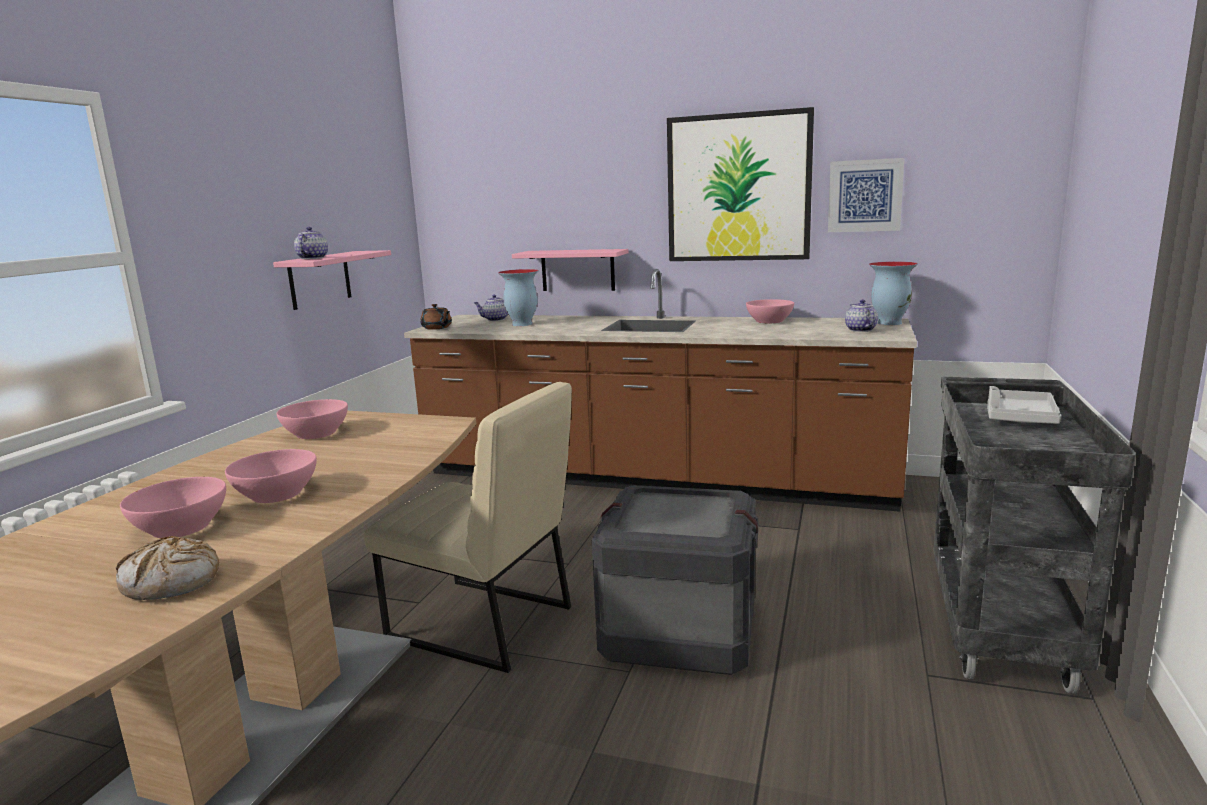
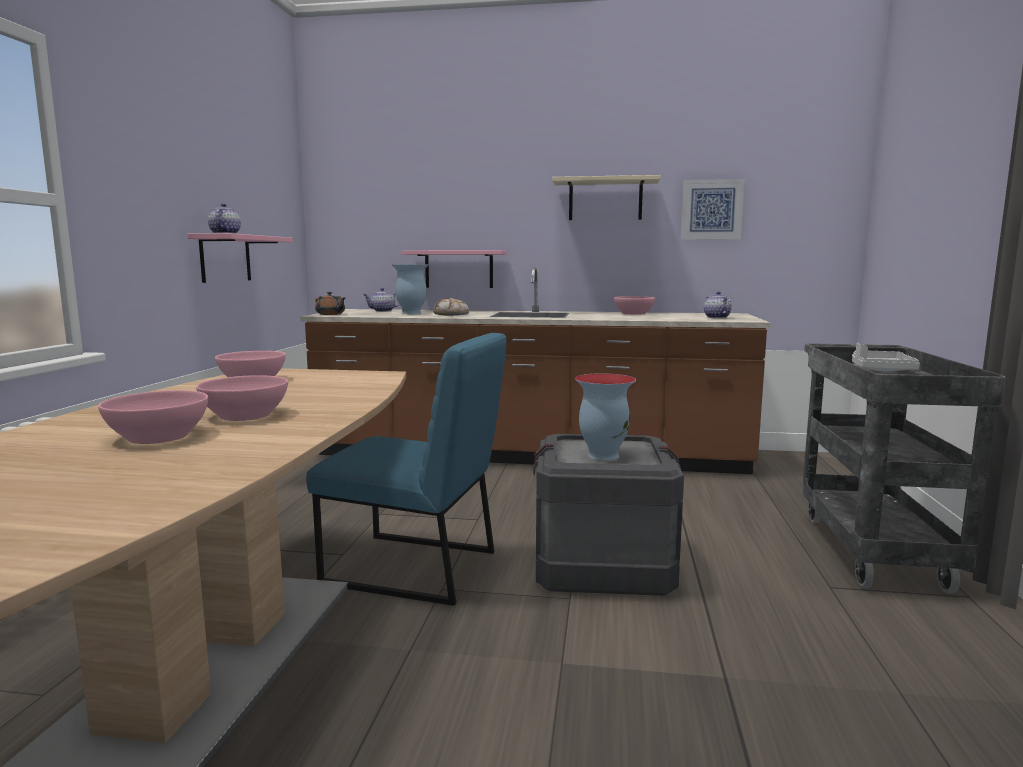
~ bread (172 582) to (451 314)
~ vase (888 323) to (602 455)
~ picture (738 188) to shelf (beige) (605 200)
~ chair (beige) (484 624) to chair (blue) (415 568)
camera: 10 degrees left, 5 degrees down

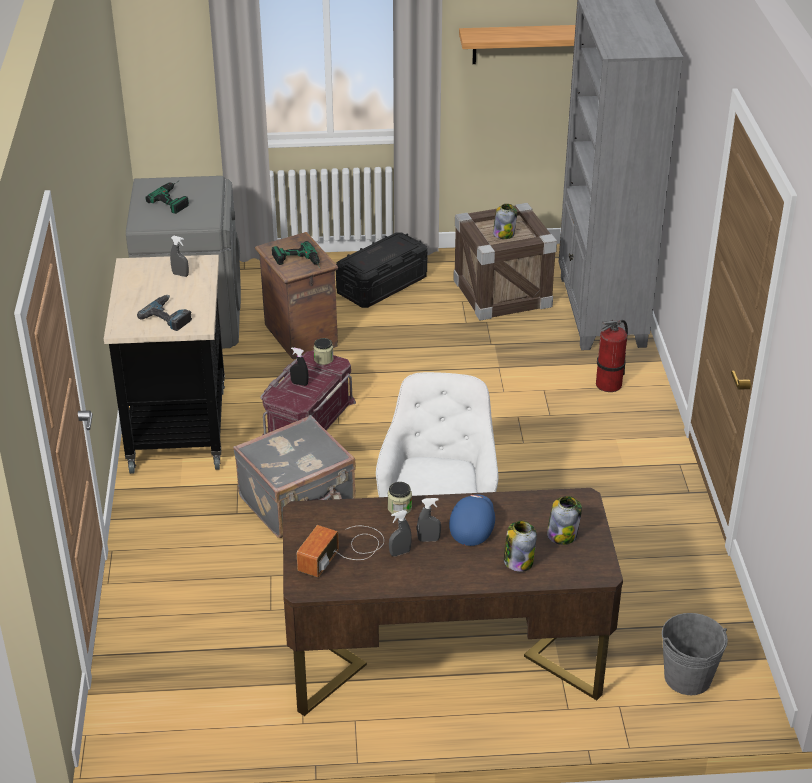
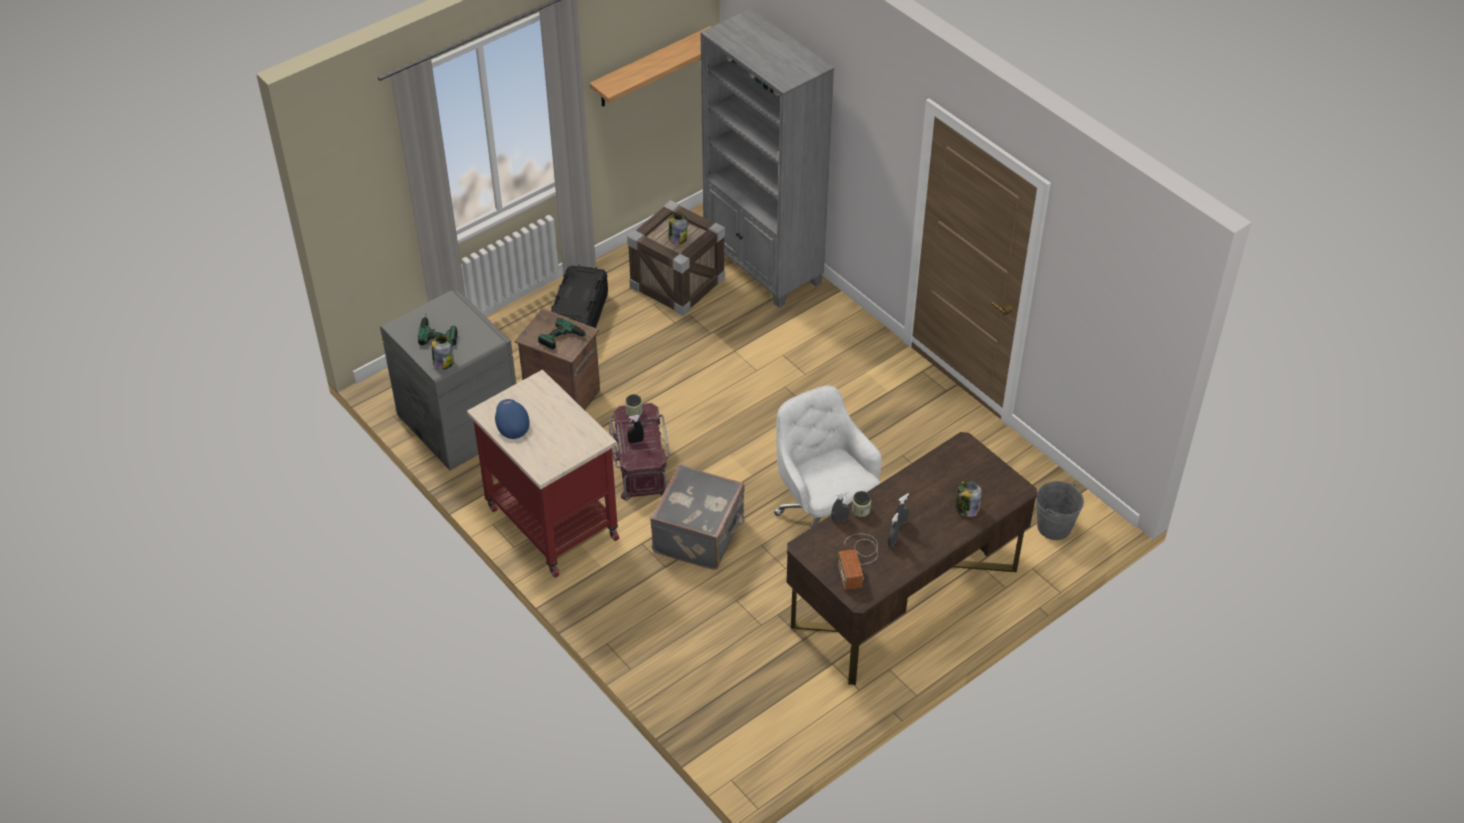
- power drill (168 316)
- fire extinguisher (609 384)
~ spray bottle (grey) (180 274) to (840 519)
~ cap (blue) (472 527) to (511 424)
~ jar (562 534) to (443 362)
~ cart (black) (177 429) to cart (red) (551 523)
camera: 35 degrees left, 10 degrees up

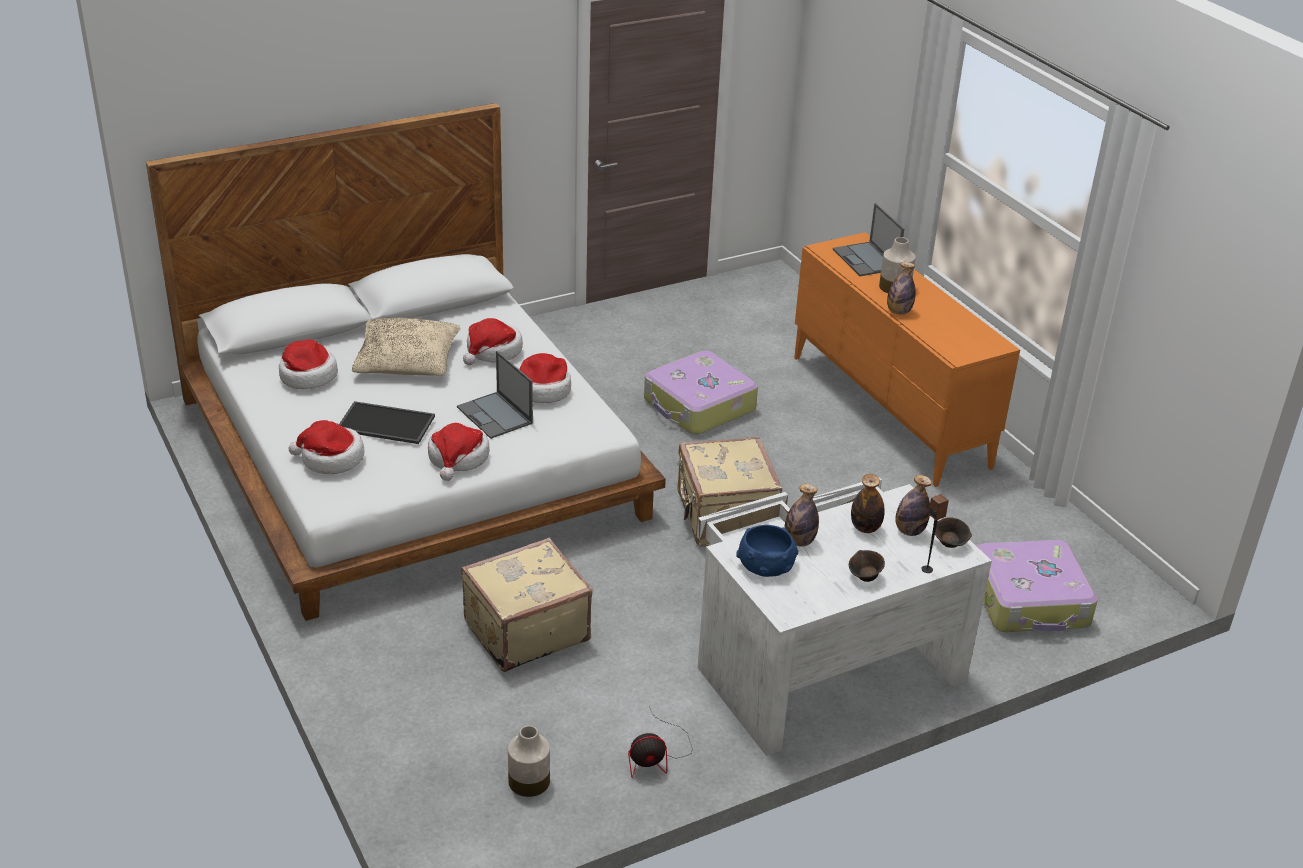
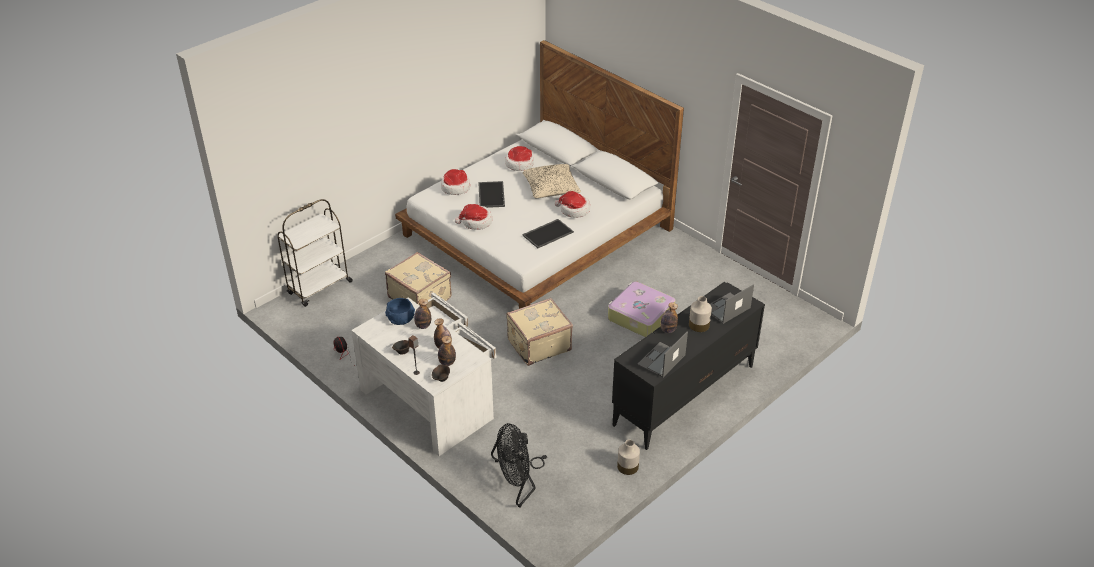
+ cart (white) (319 288)
~ laptop (495 416) to (661 360)
~ vase (beige) (529 780) to (628 466)
~ hat (543 390) to tray (548 233)
~ suitcase (1030 601) to fan (black) (519 477)
~ dresser (orange) (890 411) to dresser (black) (684 396)
camera: 75 degrees right, 5 degrees up

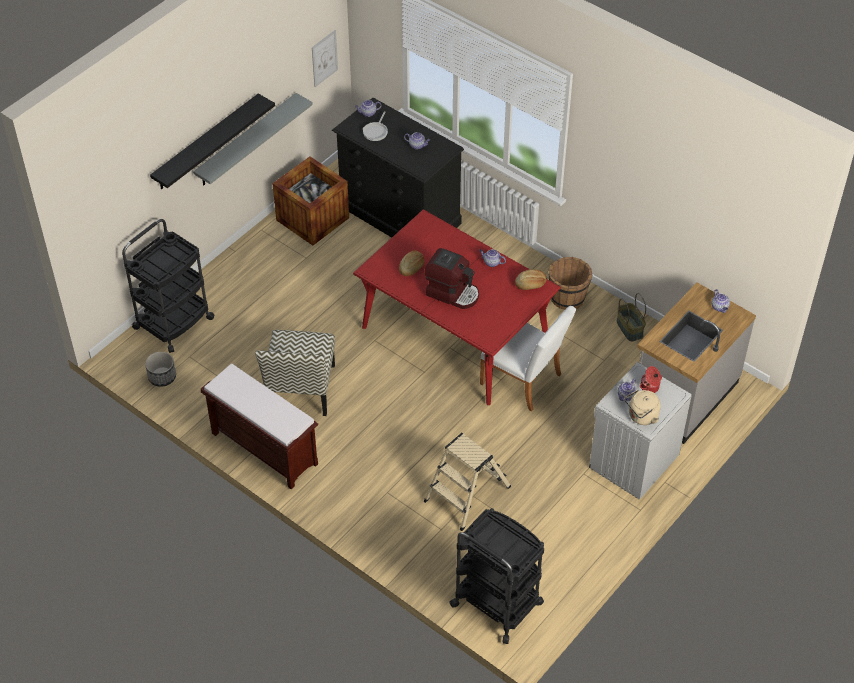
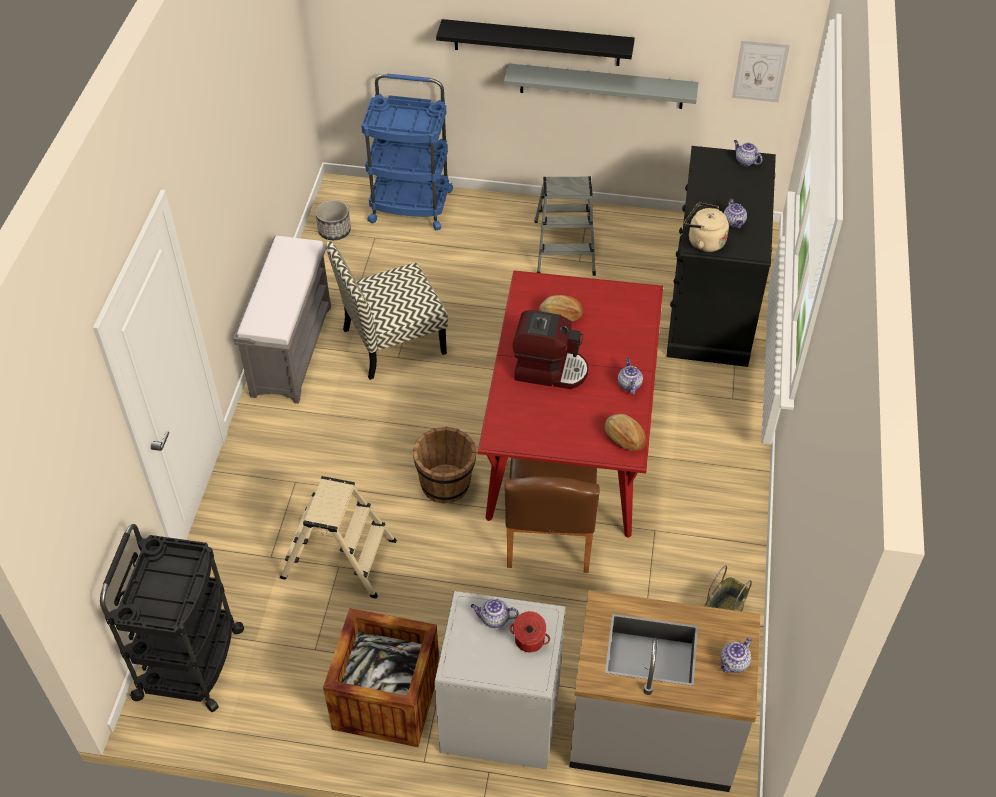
- frying pan (376 131)
+ step ladder (grey) (564 247)
~ crate (312 219) to (386 698)
~ bucket (brown) (567 297) to (446 484)
~ kettle (beige) (641 417) to (703 241)
~ cart (black) (174 323) to cart (blue) (410 206)
~ bench (brown) (263 448) to bench (grey) (291 349)
~ chair (white) (525 382) to chair (brown) (549 540)
~ coffee machine (453 293) = (550 369) 75 degrees counterclockwise
camera: 60 degrees right, 0 degrees up

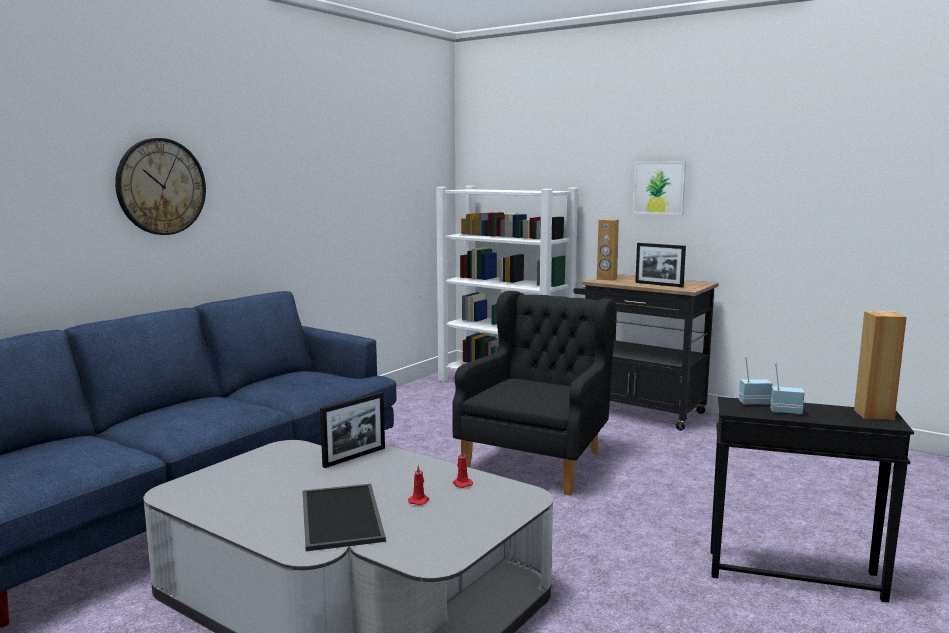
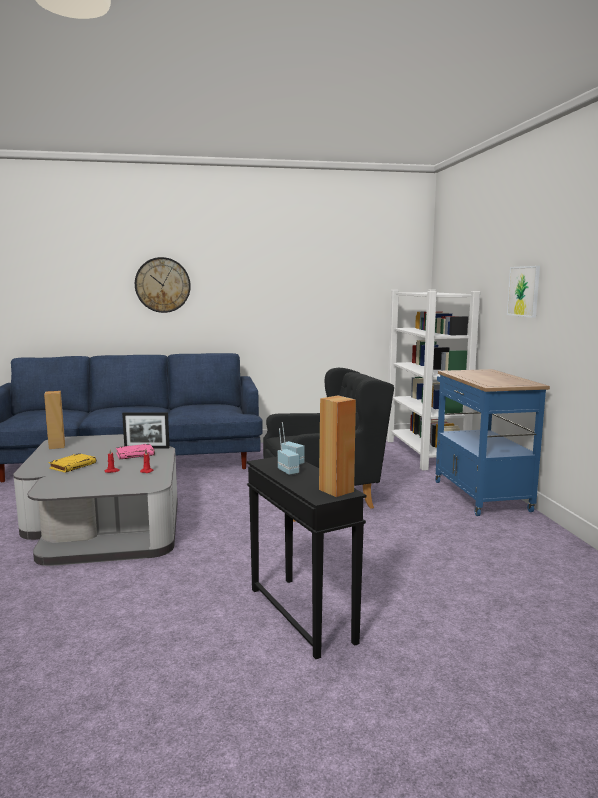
- picture frame (659 284)
+ book (pink) (135 454)
~ speaker (brown) (606 279) to (56 446)
~ tray (339 516) to book (yellow) (73 465)
~ cart (black) (638 411) to cart (blue) (479 495)
camera: 45 degrees right, 0 degrees up

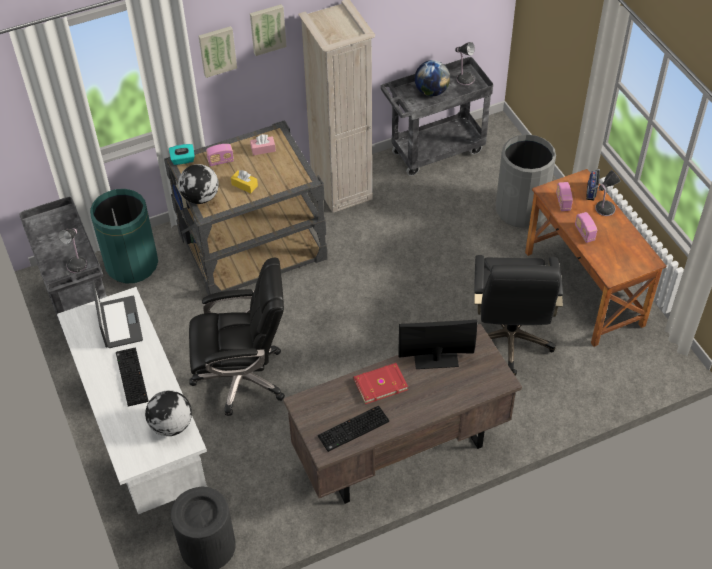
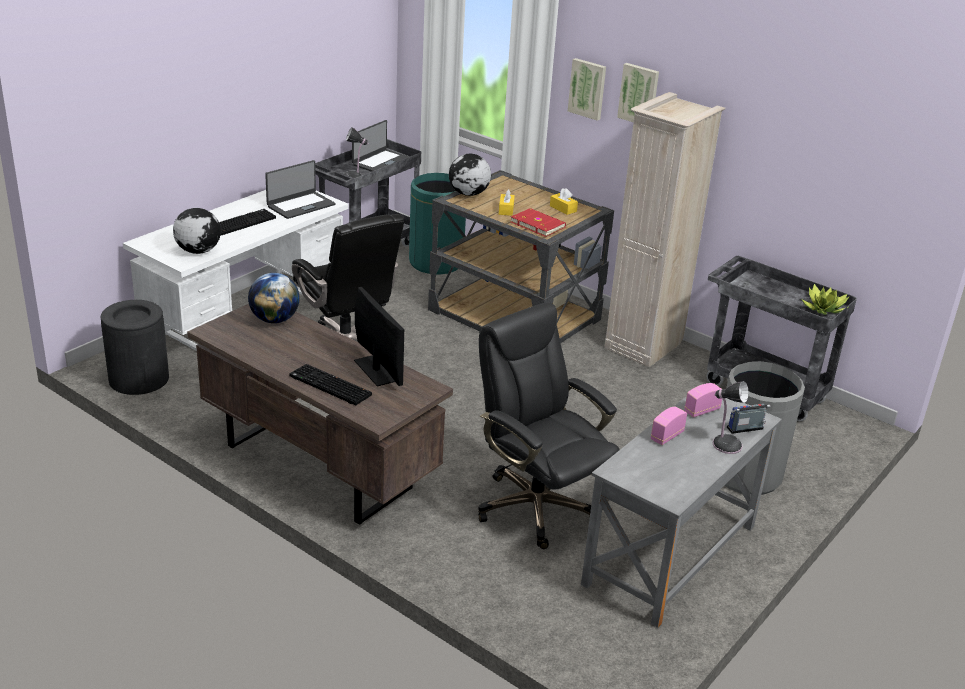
- tissue box (turquoise) (183 160)
- radio (221 161)
+ laptop (380 161)
~ keyboard (353 430) to (328 386)
~ book (red) (380 384) to (538 224)
~ globe (431 91) to (274 319)
~ table lamp (464 78) to potted plant (824 309)
~ tissue box (pink) (263 149) to tissue box (yellow) (563 208)
~ desk (brown) (584 288) to desk (grey) (671 555)
~ office chair (black) (509 337) = (537 509) 75 degrees clockwise
camera: 60 degrees right, 20 degrees down

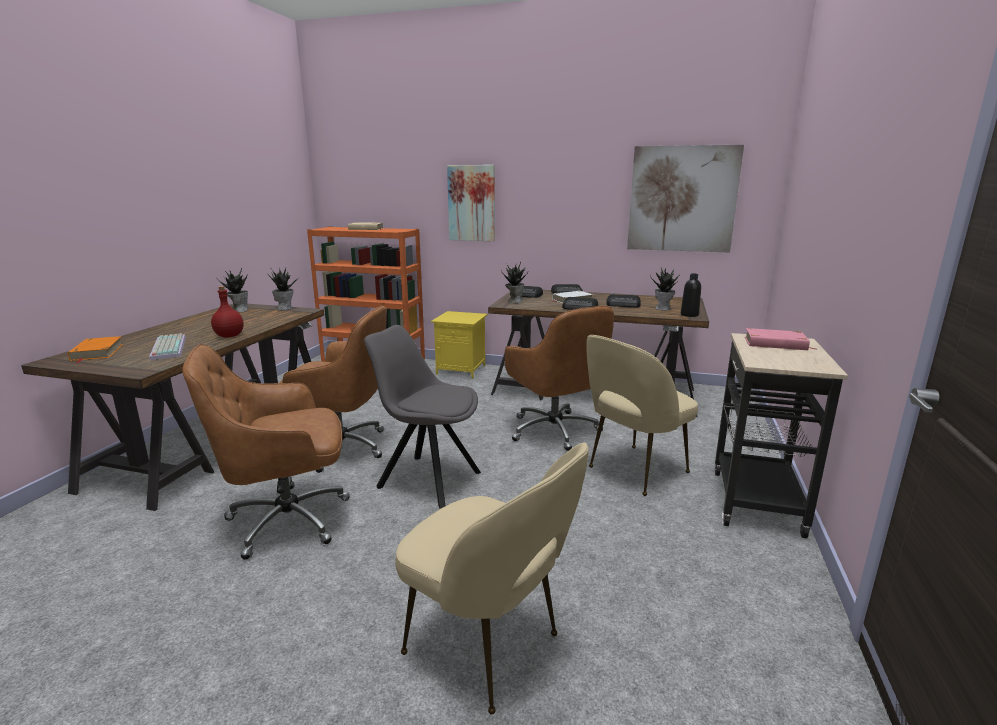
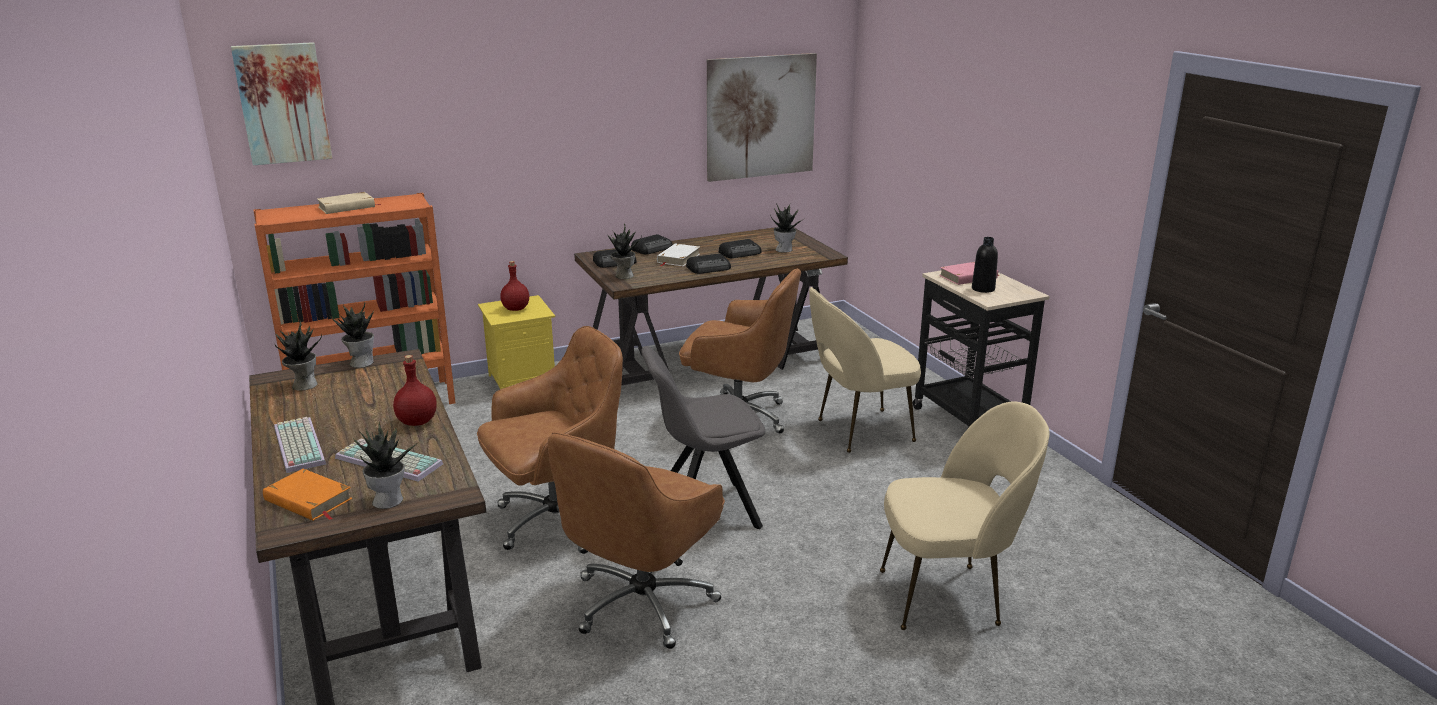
+ keyboard (297 445)
+ potted plant (388 500)
+ bottle (red) (516 308)
~ picture (472 203) to (283 103)
~ bottle (black) (689 315) to (983 289)
~ chair (beige) (632 472) = (857 432) 60 degrees clockwise
camera: 40 degrees left, 5 degrees up

